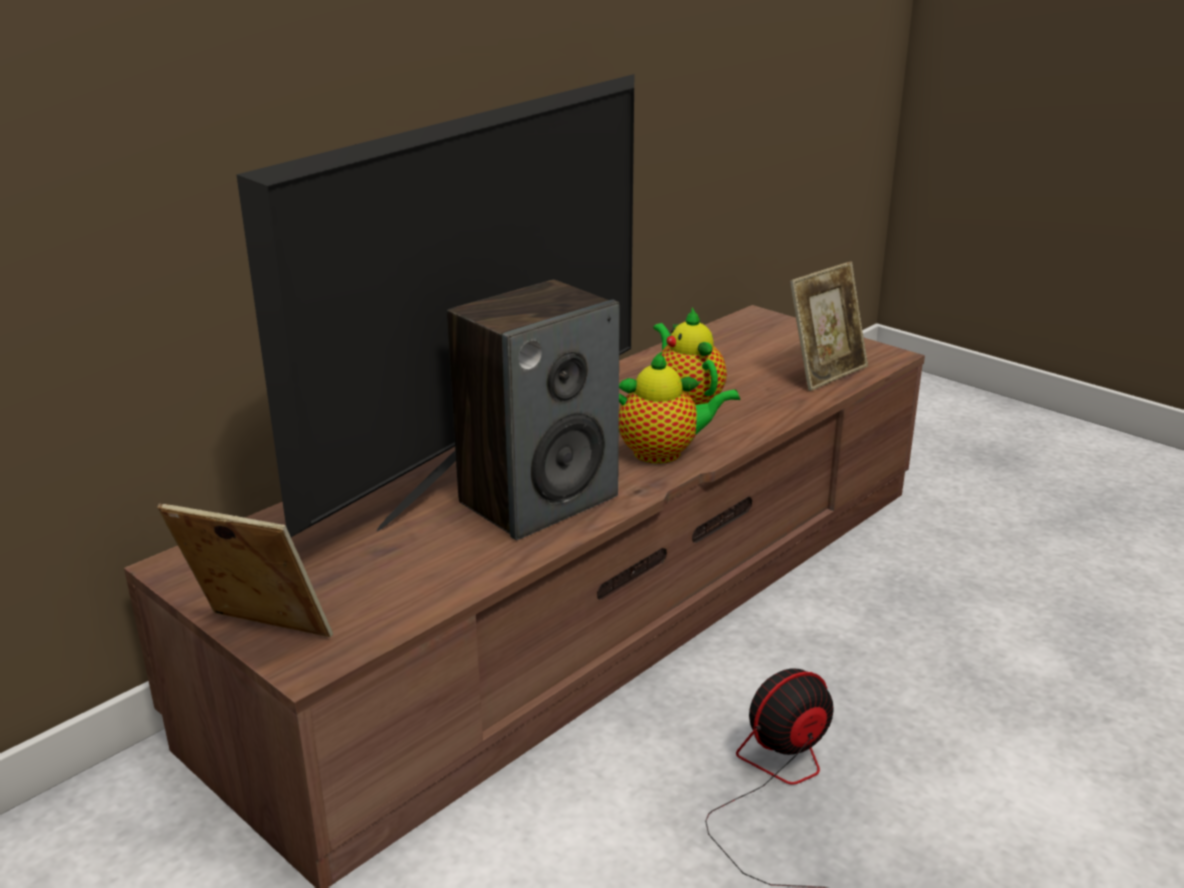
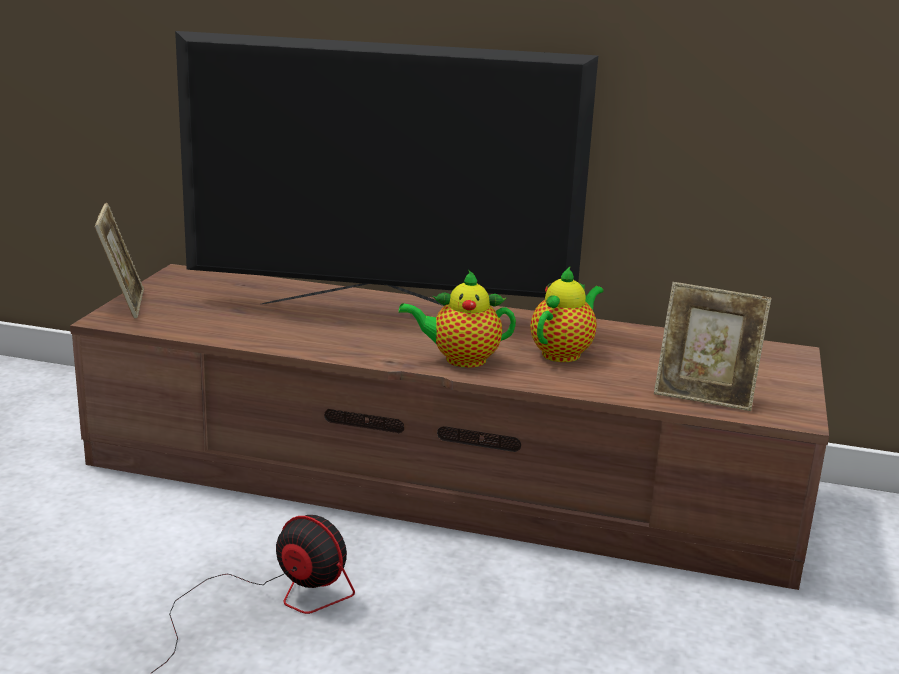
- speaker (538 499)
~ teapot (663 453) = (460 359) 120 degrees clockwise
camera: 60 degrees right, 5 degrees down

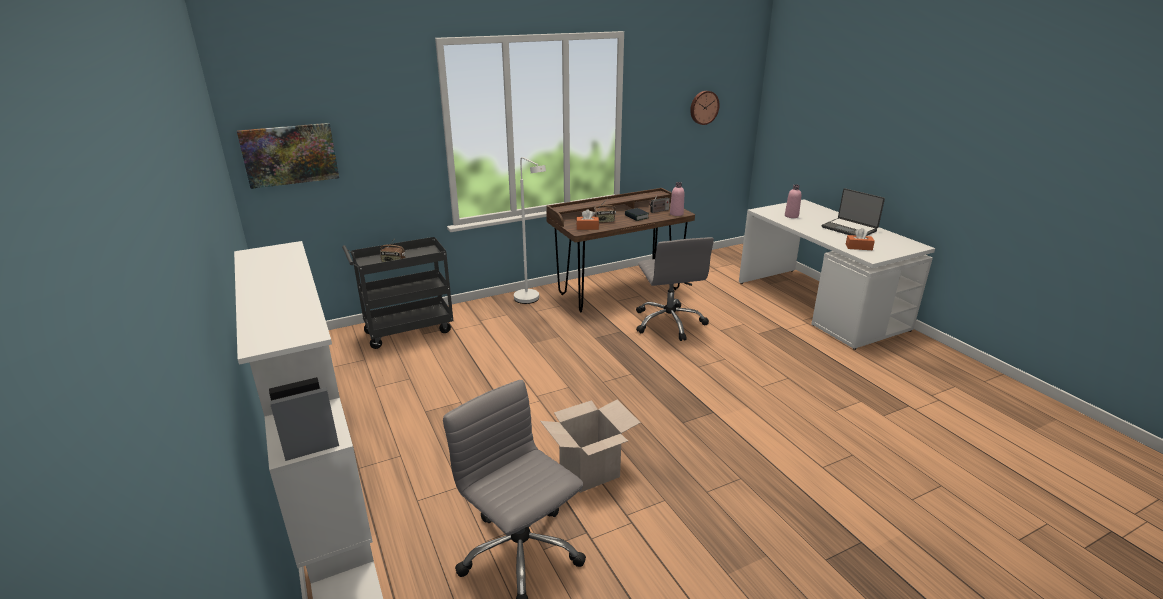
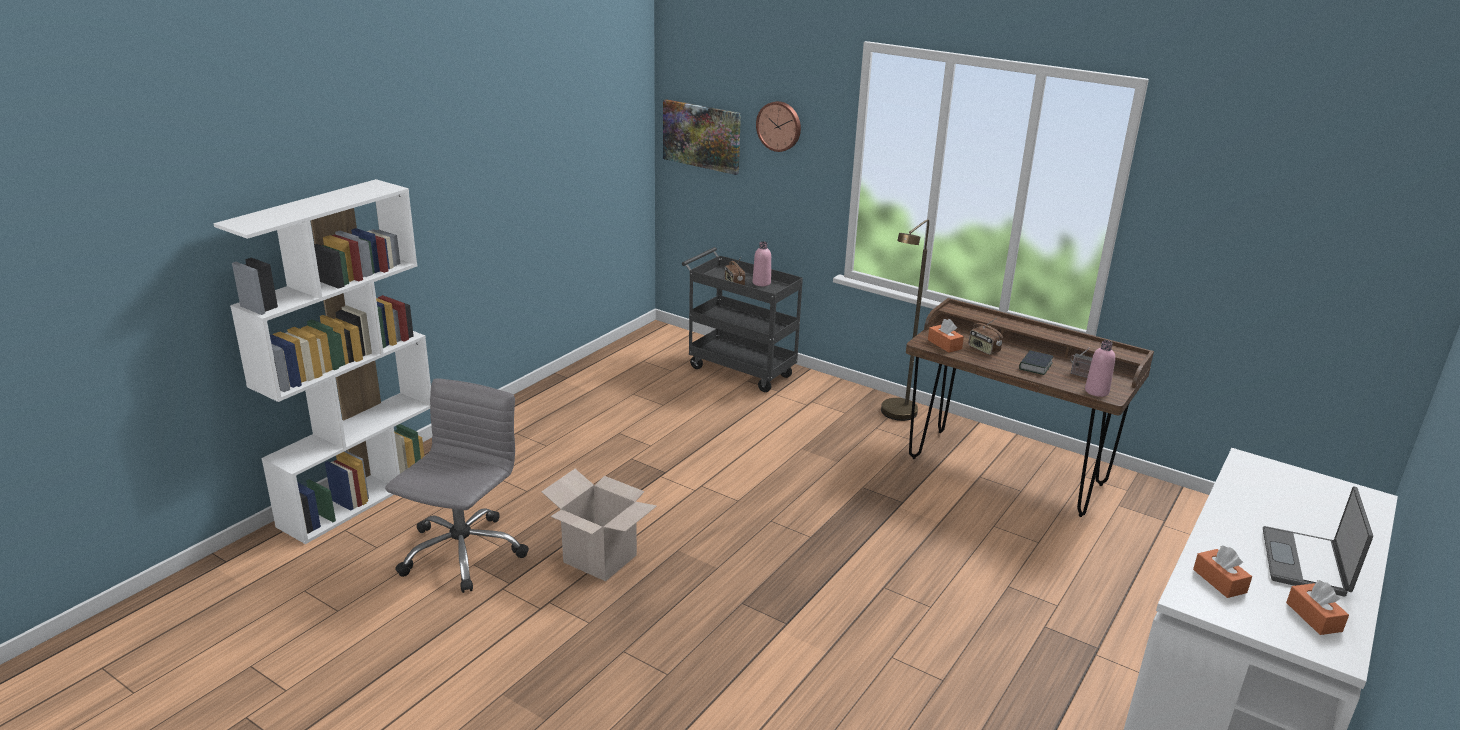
- office chair (grey) (669 323)
+ tissue box (orange) (1313 617)
~ wall clock (703 107) to (779 126)
~ bottle (pink) (791 216) to (761 283)
~ floor lamp (white) (530 300) to floor lamp (brown) (896 416)
camera: 60 degrees right, 0 degrees up

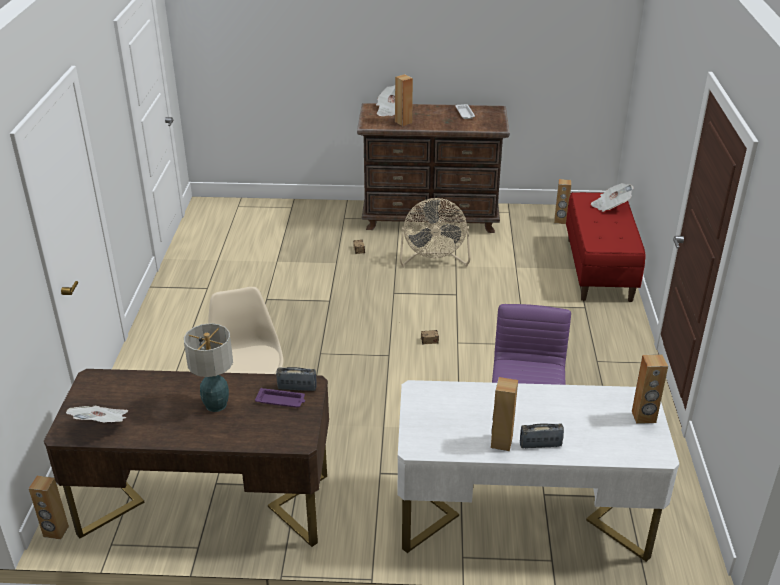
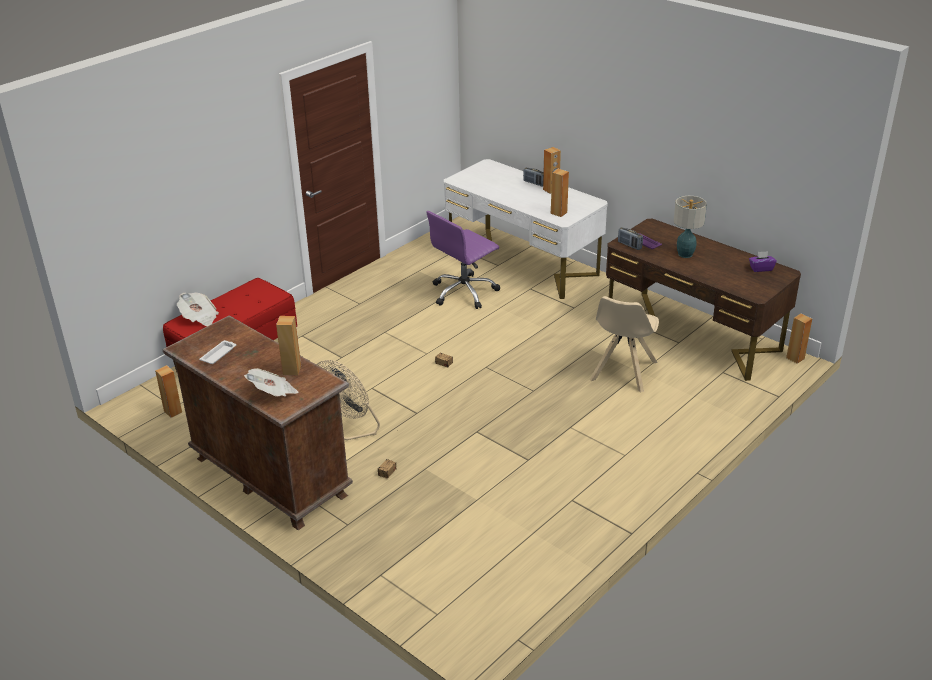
~ speaker (brown) (643 417) to (559 213)
~ newspaper (102 425) to tissue box (purple) (761 268)
camera: 140 degrees left, 0 degrees up

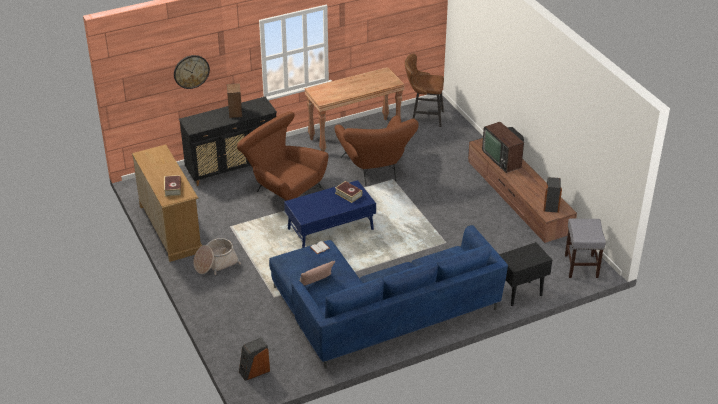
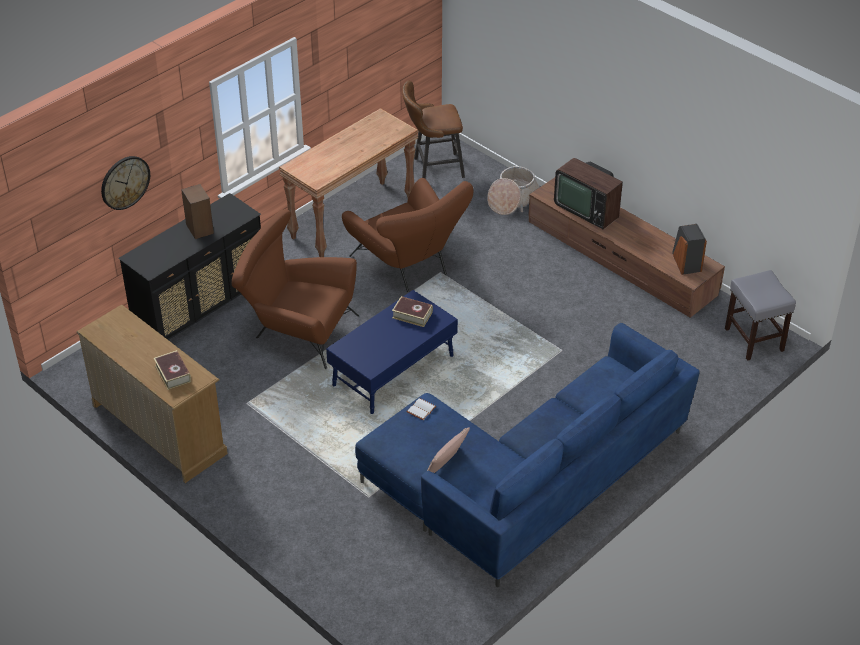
- speaker (254 371)
- side table (black) (520 293)
~ basket (215 263) to (512 200)
camera: 20 degrees left, 5 degrees up

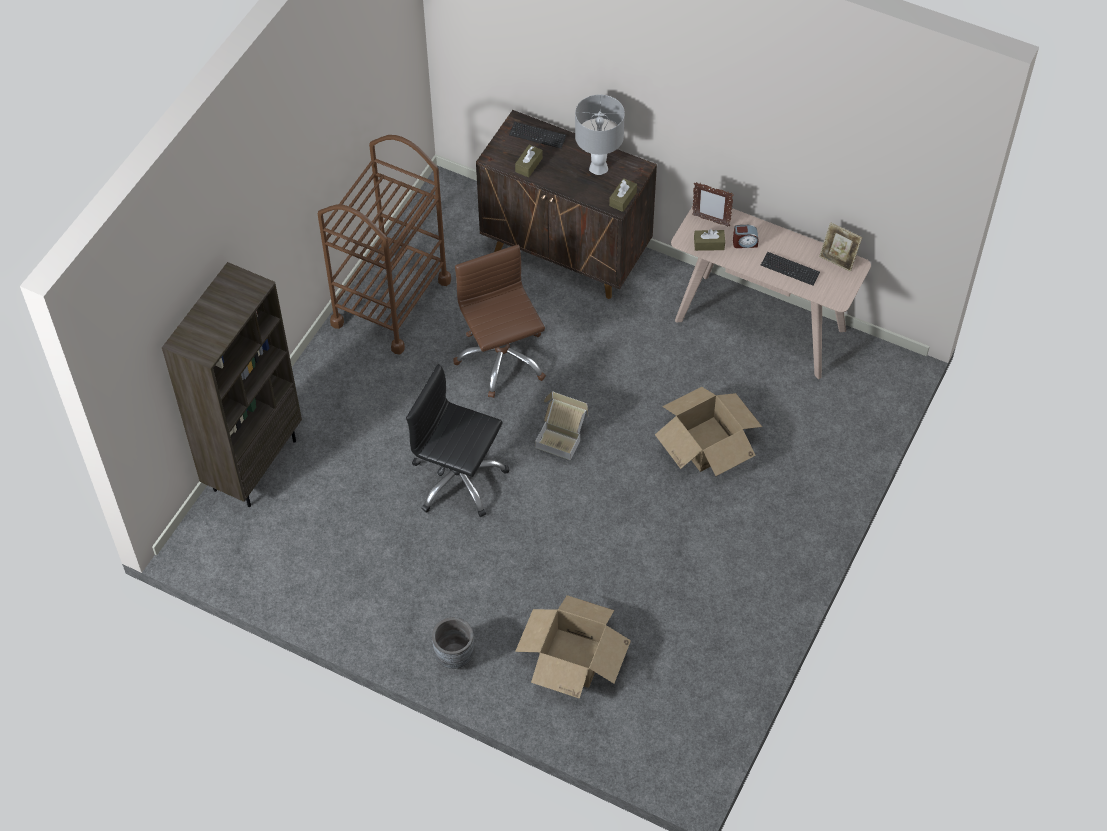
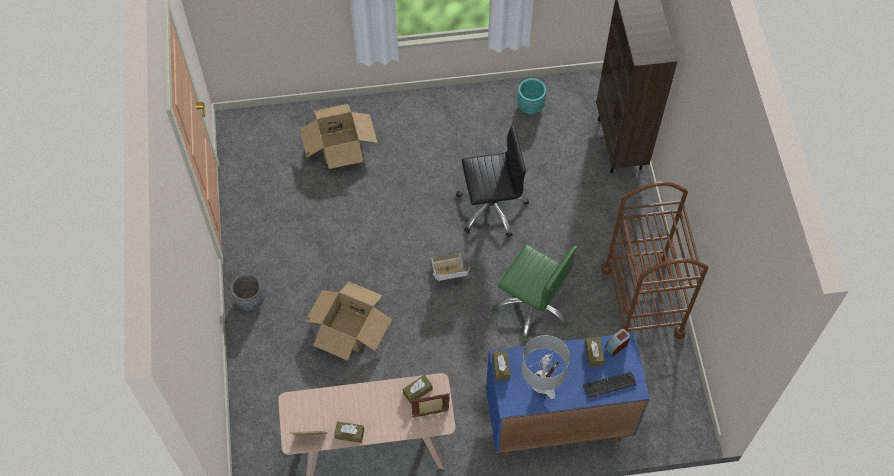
- keyboard (790 269)
+ tissue box (brown) (349 434)
+ planter (turquoise) (530 106)
~ planter (grey) (454 655) to (250 301)
~ alarm clock (745 243) to (616 345)
~ office chair (brown) (501 359) to office chair (green) (532 306)
~ cabinet (brown) (567 253) to cabinet (blue) (556 421)
camera: 145 degrees right, 5 degrees up

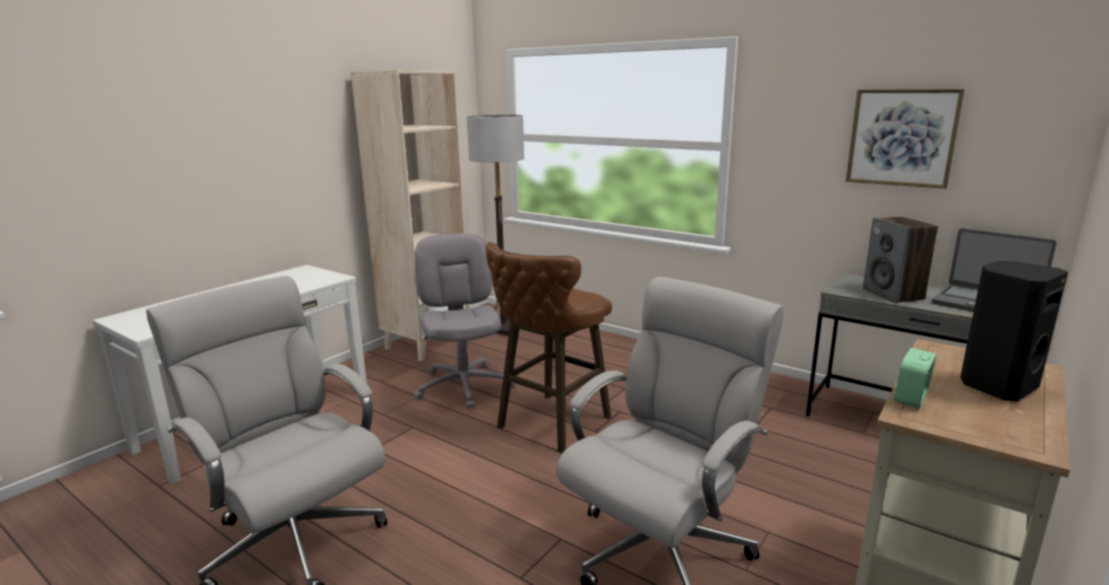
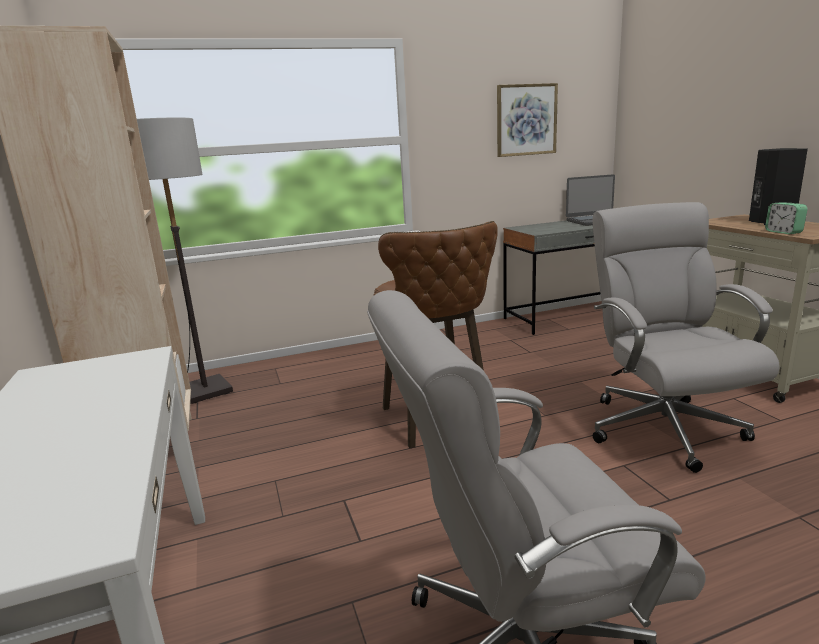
- office chair (grey) (464 386)
- speaker (893 294)
camera: 55 degrees left, 0 degrees up

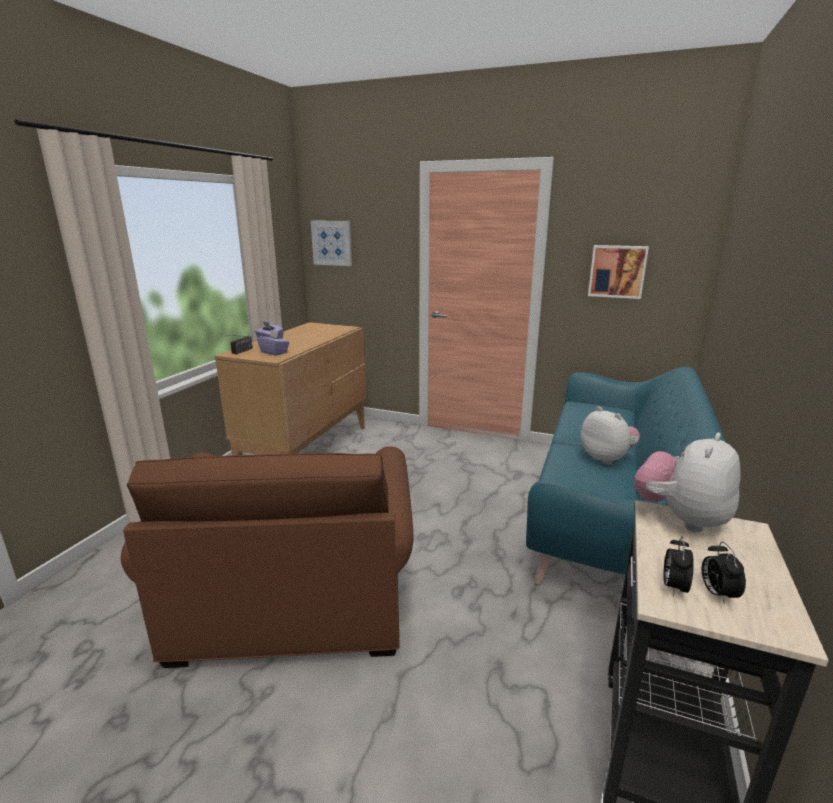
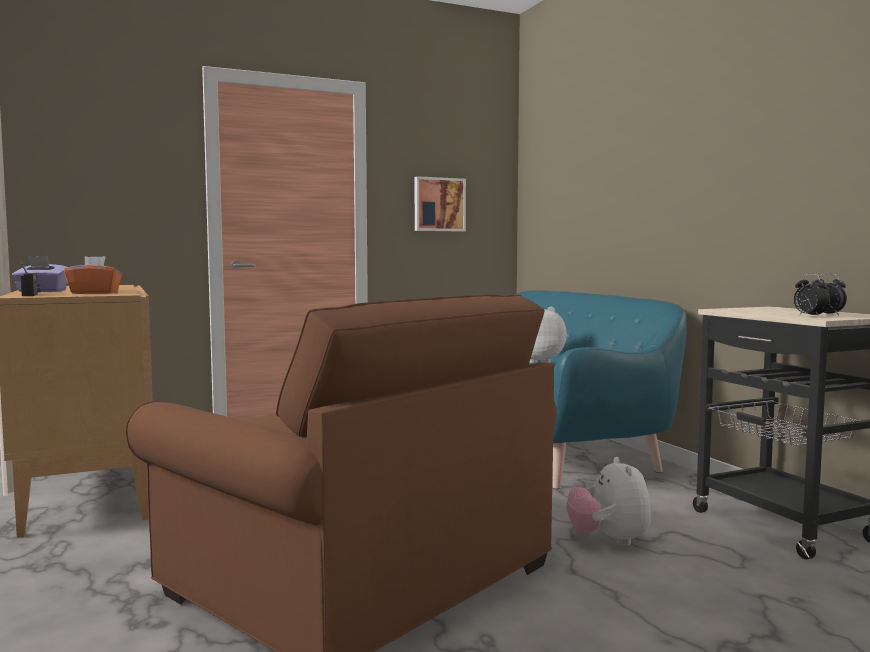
- picture (332 243)
~ plush toy (681 519) to (609 540)
~ tissue box (purple) (274 352) to tissue box (orange) (95 293)
camera: 45 degrees left, 15 degrees down

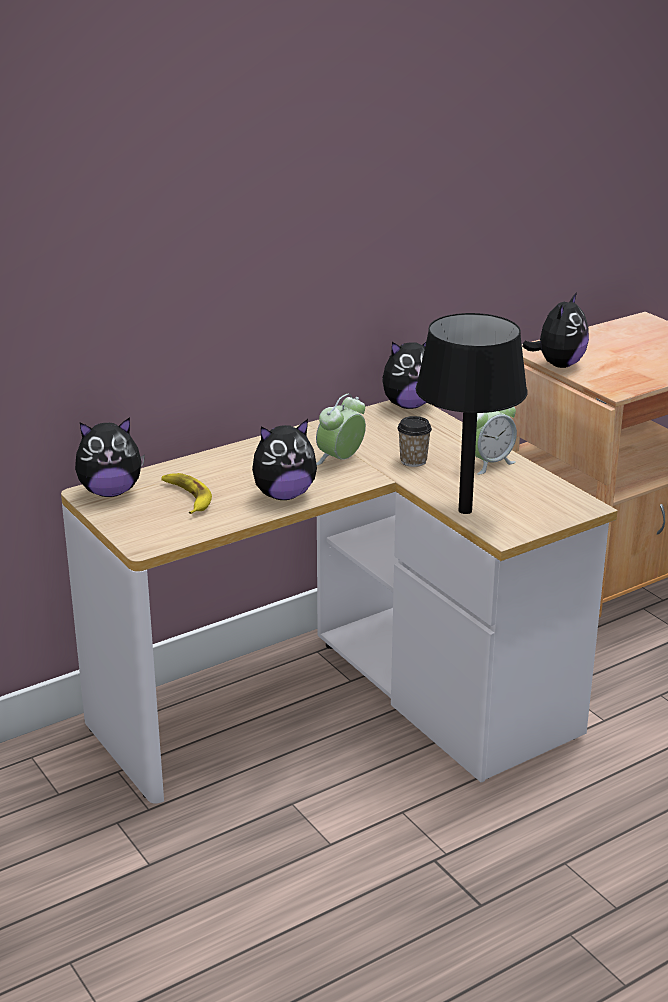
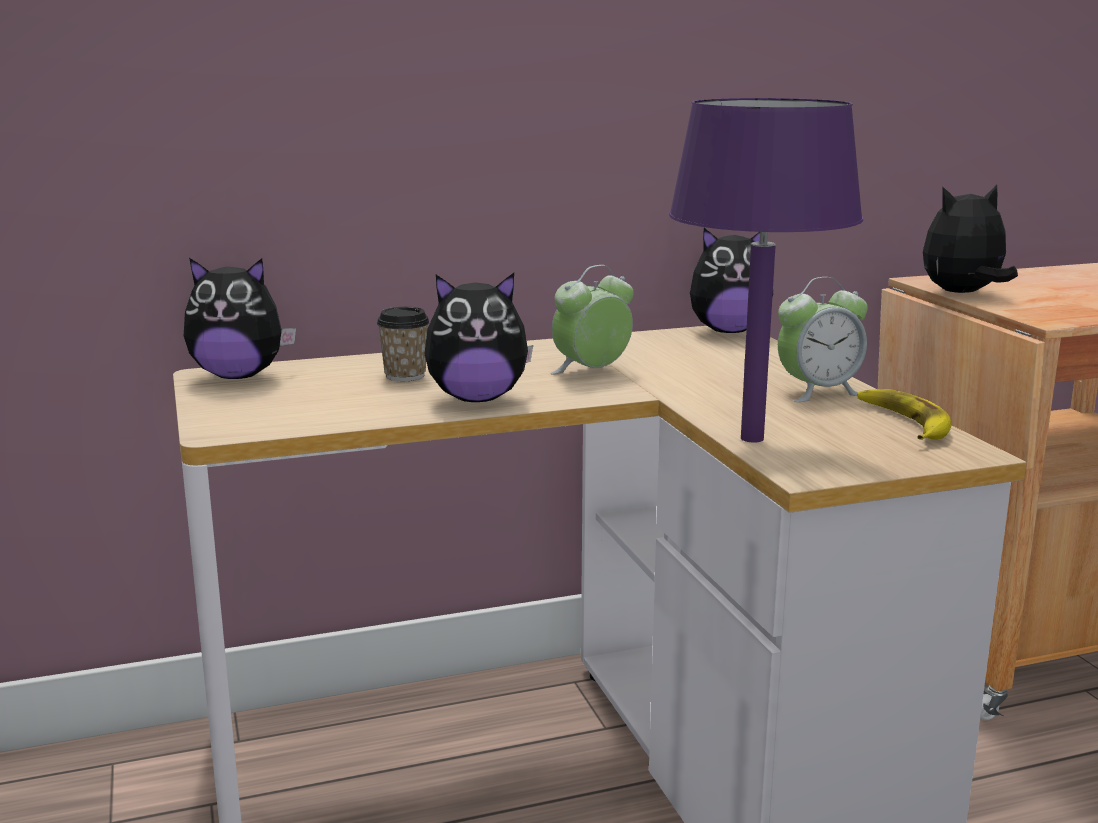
~ banana (186 497) to (903 423)
~ cup (413 461) to (405 376)
~ table lamp (black) (465 511) to table lamp (purple) (752 439)
~ plush toy (558 365) = (963 294) 150 degrees counterclockwise
camera: 15 degrees right, 10 degrees down

